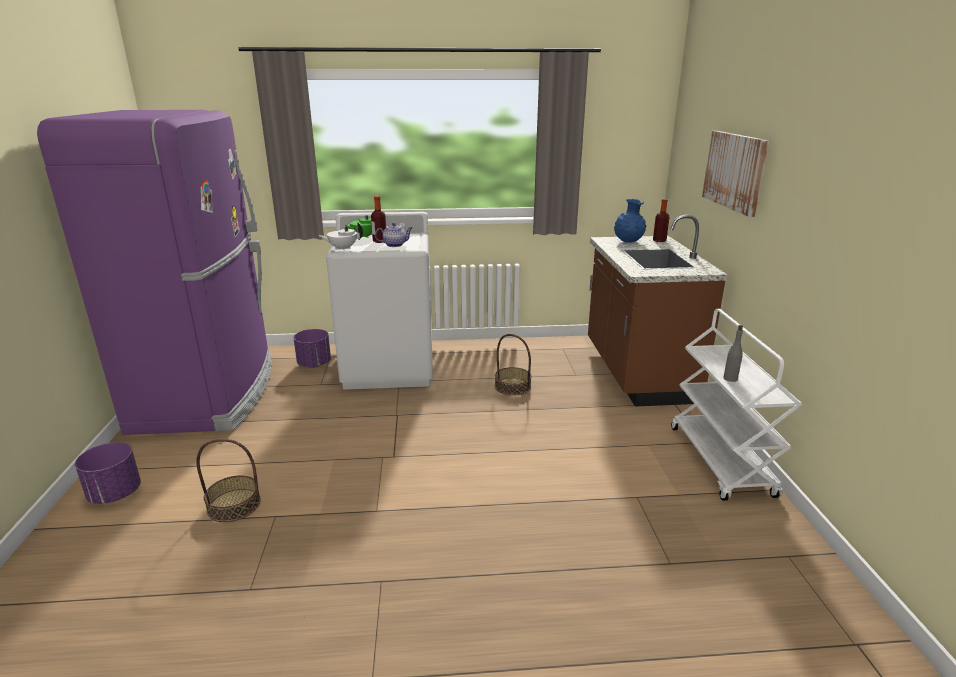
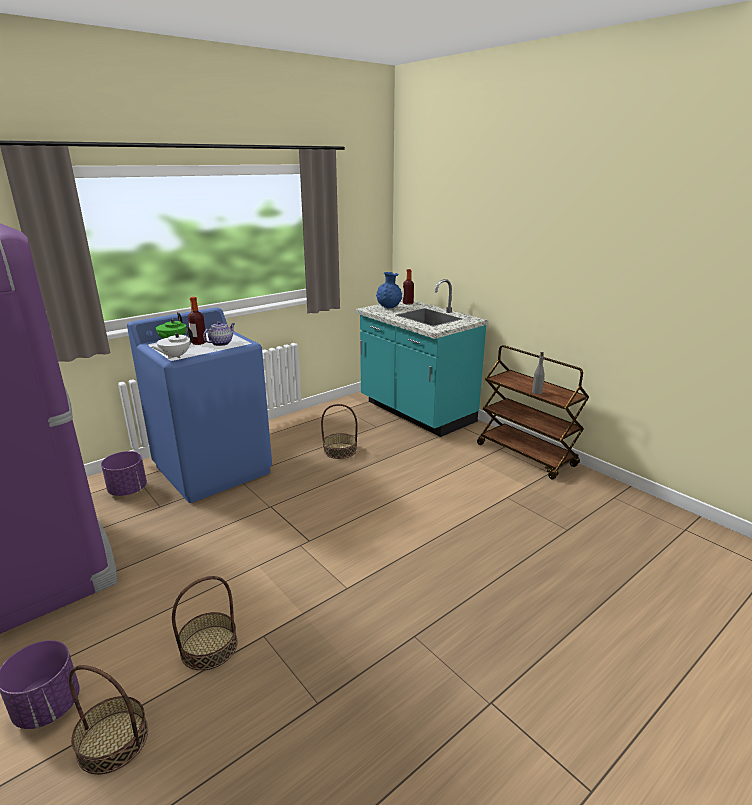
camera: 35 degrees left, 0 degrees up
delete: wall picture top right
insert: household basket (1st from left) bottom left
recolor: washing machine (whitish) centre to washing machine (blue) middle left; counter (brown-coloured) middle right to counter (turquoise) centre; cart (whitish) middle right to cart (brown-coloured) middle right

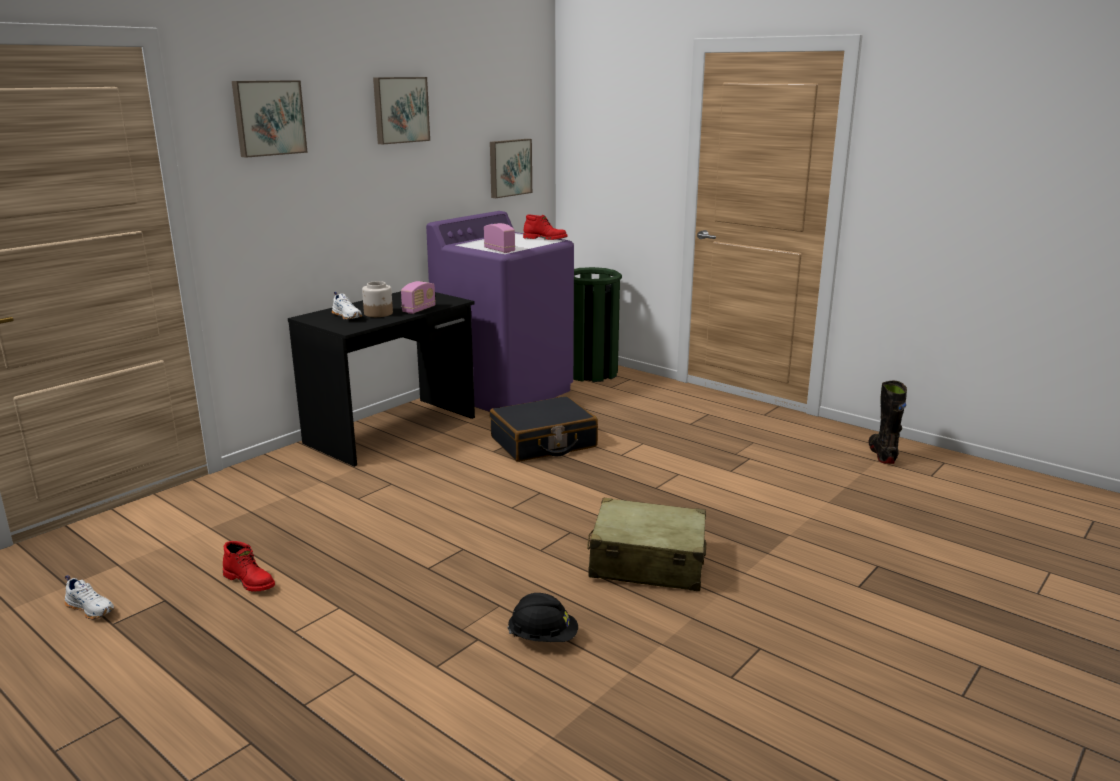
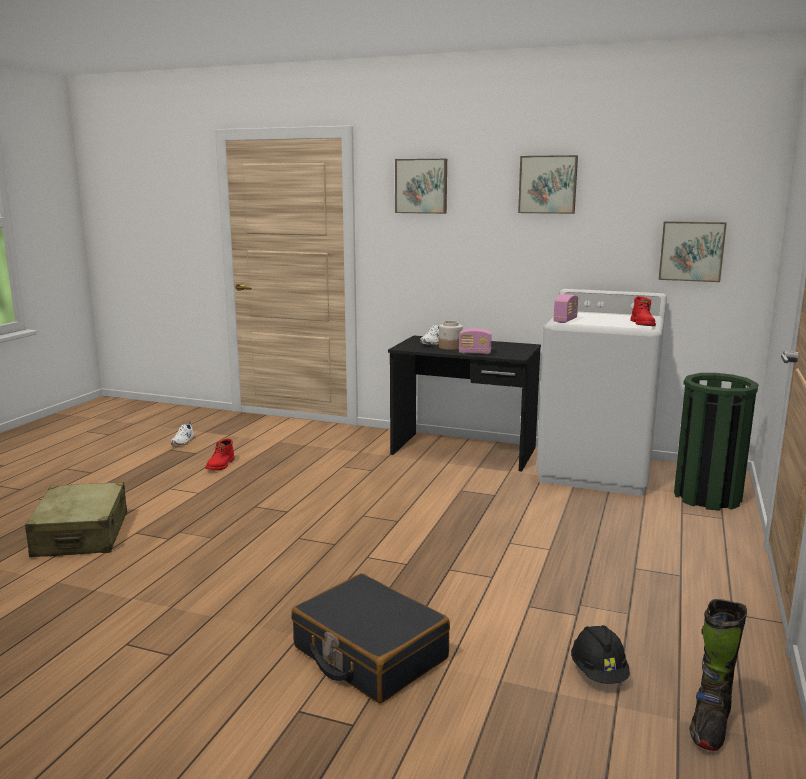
camera: 70 degrees right, 5 degrees down
move: suitcase (black-coloured) centre to bottom centre; hard hat (black-coloured) bottom centre to bottom right; suitcase (sand-coloured) bottom centre to middle left
recolor: washing machine (purple-coloured) centre to washing machine (whitish) middle right
rotate: tall boot (black-coloured) middle right = bottom right 135 degrees clockwise

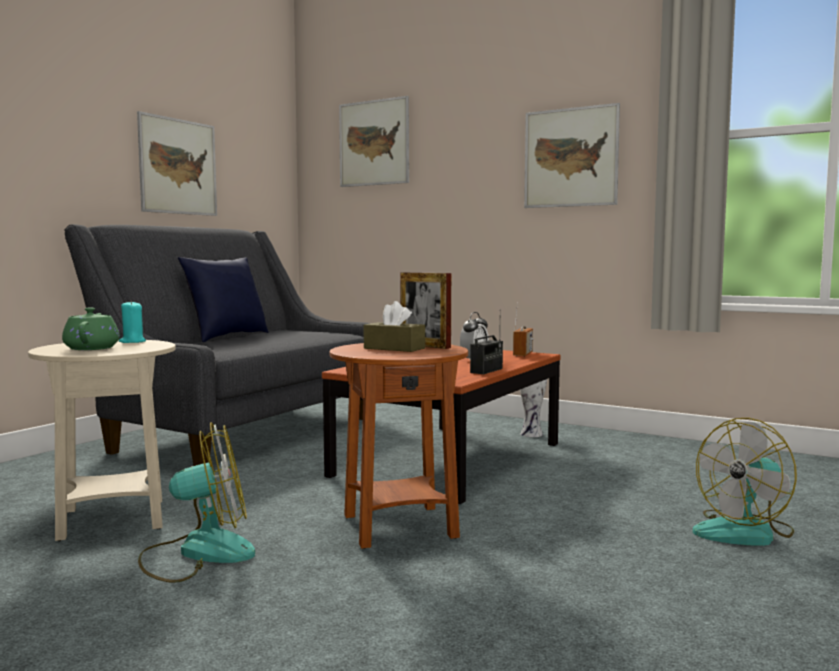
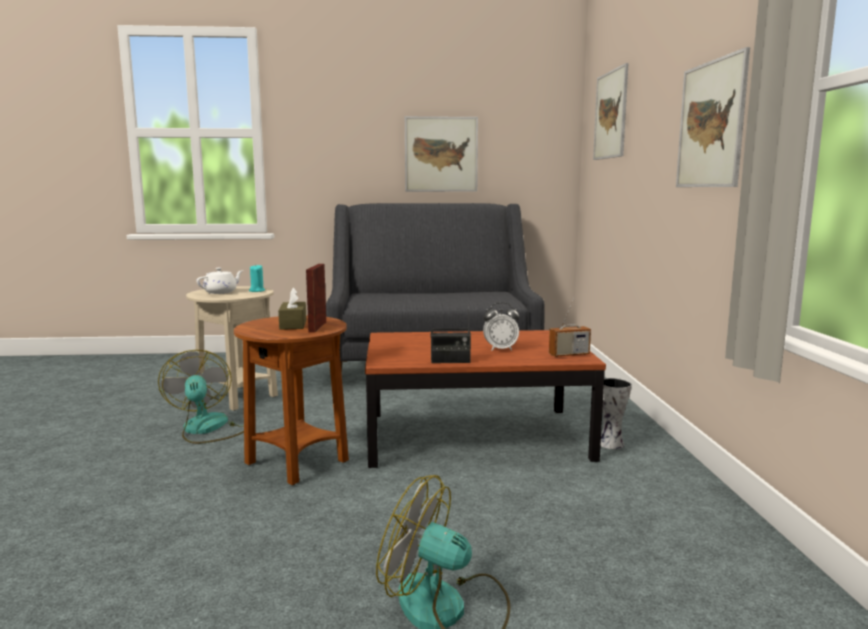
camera: 55 degrees right, 5 degrees up
delete: throw pillow (blue) middle left
recolor: tea pot (green-coloured) middle left to tea pot (whitish) middle left
rotate: cooling fan (1st from left) bottom left = middle left 150 degrees counterclockwise

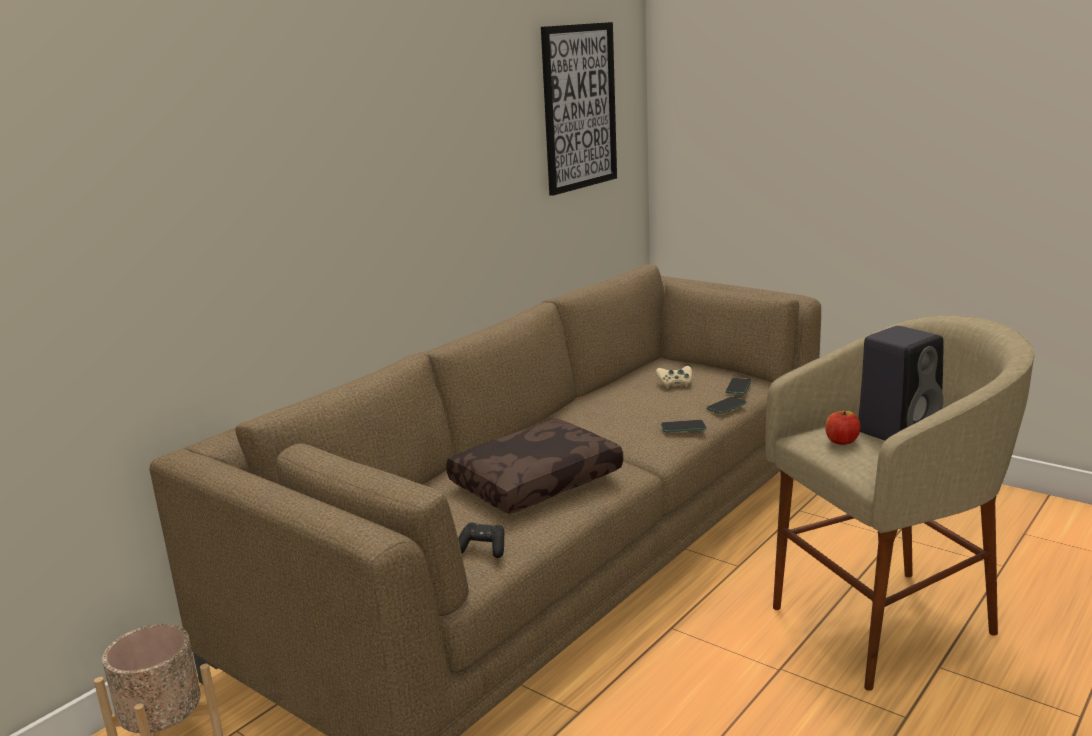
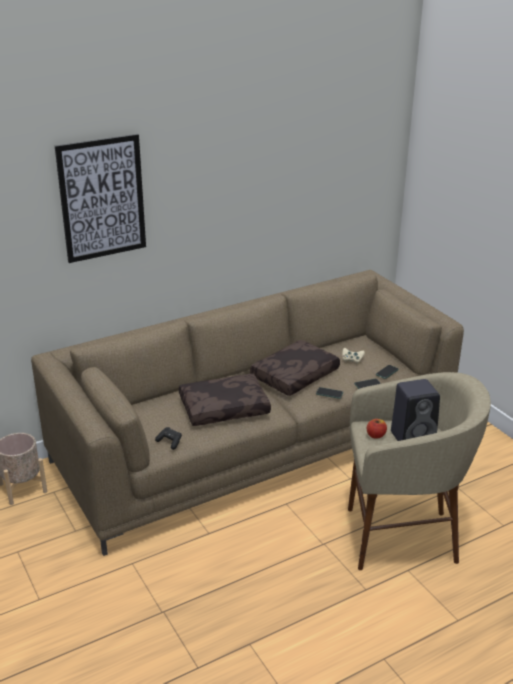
camera: 20 degrees right, 10 degrees up
insert: throw pillow (brown-coloured) (2nd from left) centre
move: wall picture top centre to top left

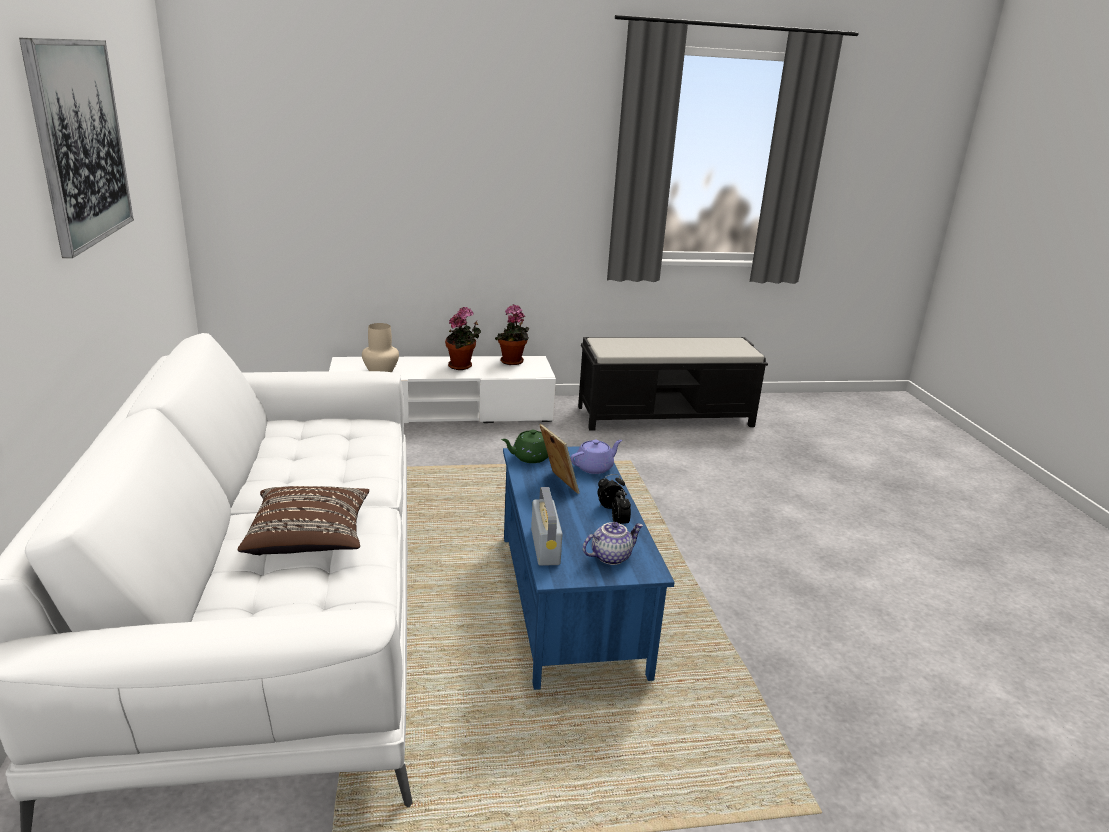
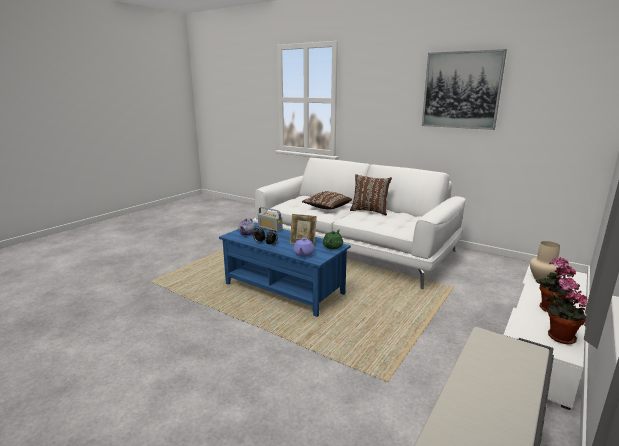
camera: 135 degrees right, 5 degrees down
insert: throw pillow (brown-coloured) (2nd from left) centre

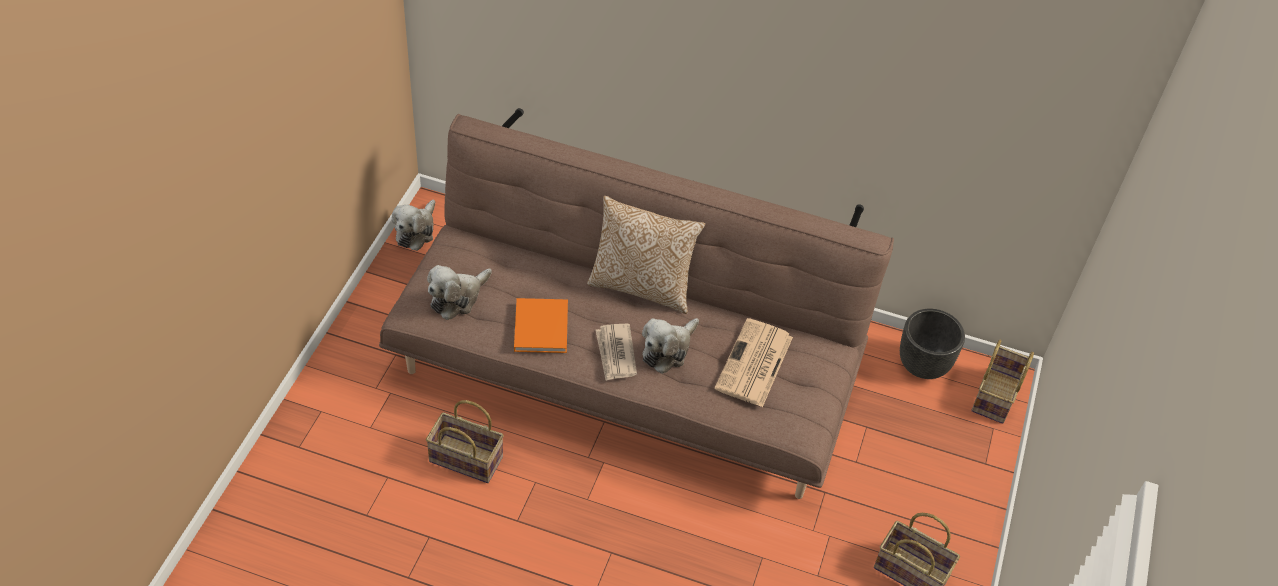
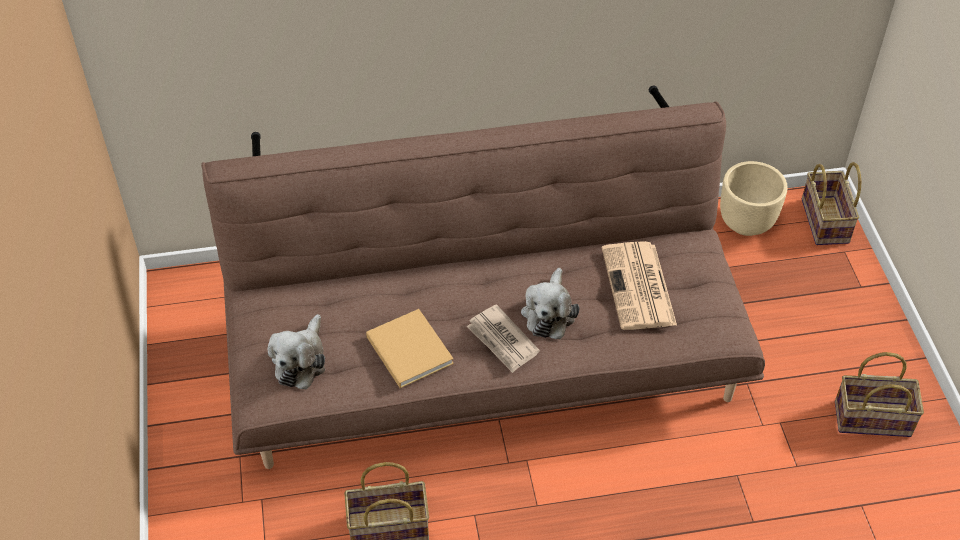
camera: 25 degrees left, 0 degrees up
delete: cuddly toy (1st from left) middle left; throw pillow centre
recolor: volume (orange-coloured) centre to volume (sand-coloured) centre; flower pot (black-coloured) middle right to flower pot (sand-coloured) middle right

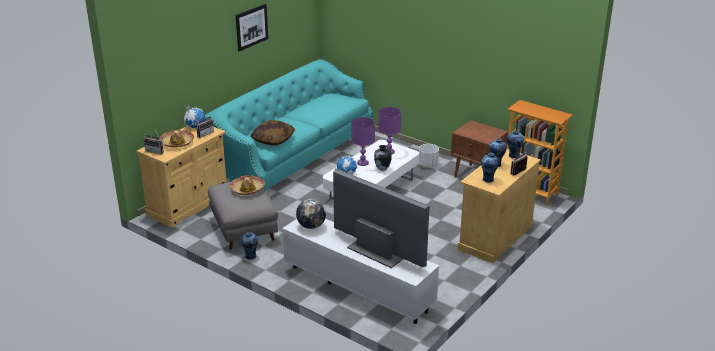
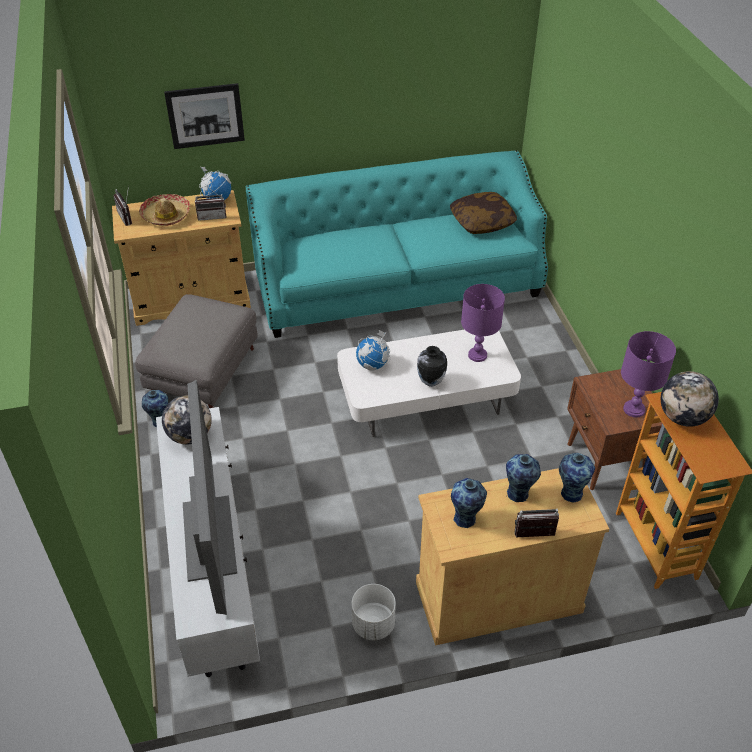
camera: 40 degrees right, 15 degrees up
delete: wearable hat (2nd from left) centre
insert: desk globe (4th from left) middle right
move: wall picture top centre to top left; throw pillow centre to top centre; lamp for a table (purple-coloured) (1st from left in the first image) centre to lamp for a table (purple-coloured) (2nd from left) middle right; flower pot (whitish) centre to bottom centre

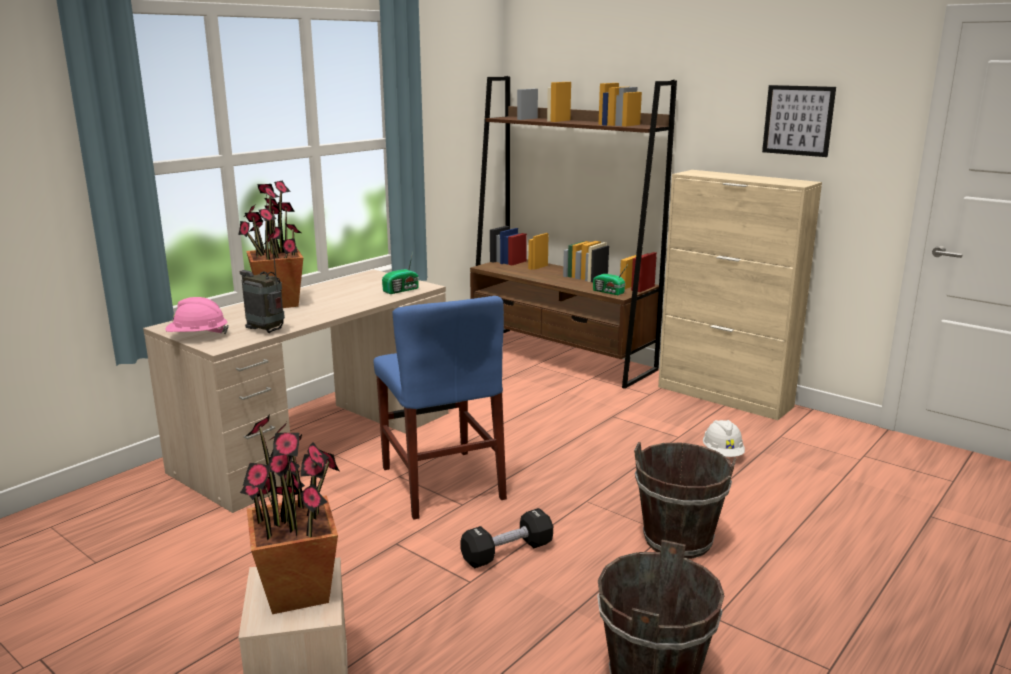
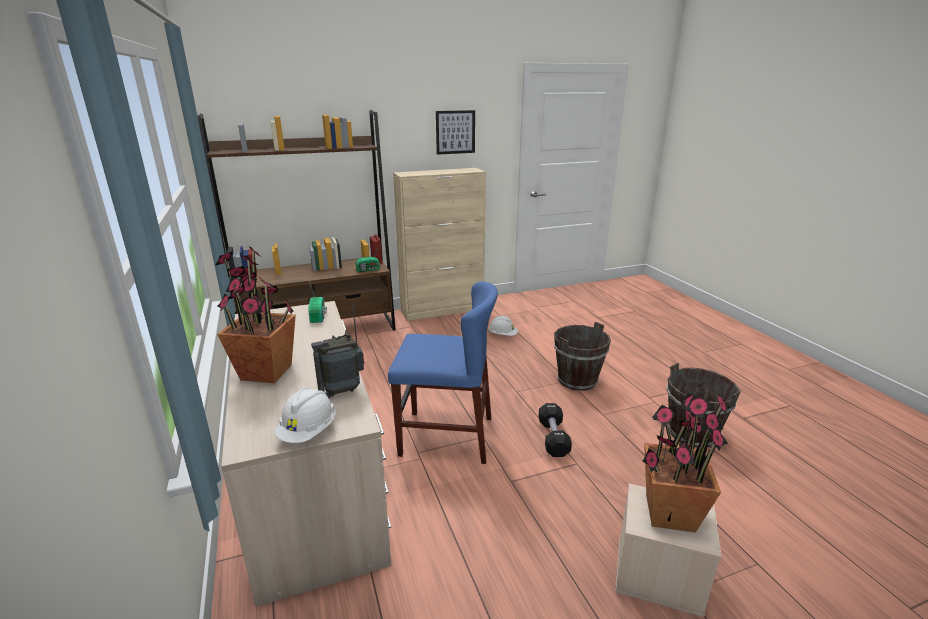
camera: 60 degrees left, 5 degrees up
recolor: hard hat (pink-coloured) middle left to hard hat (whitish) (1st from left) bottom left

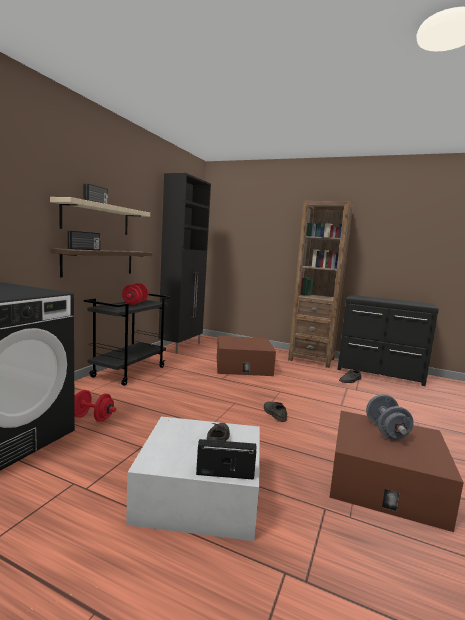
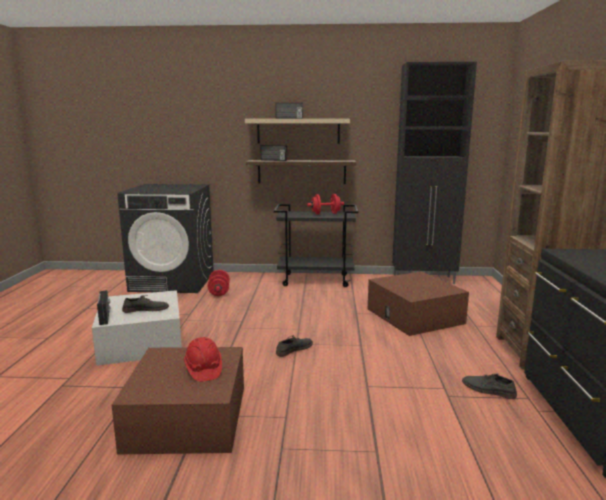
camera: 70 degrees right, 5 degrees up
replace: dumbbell (greyish) bottom right to hard hat (red-coloured) bottom centre

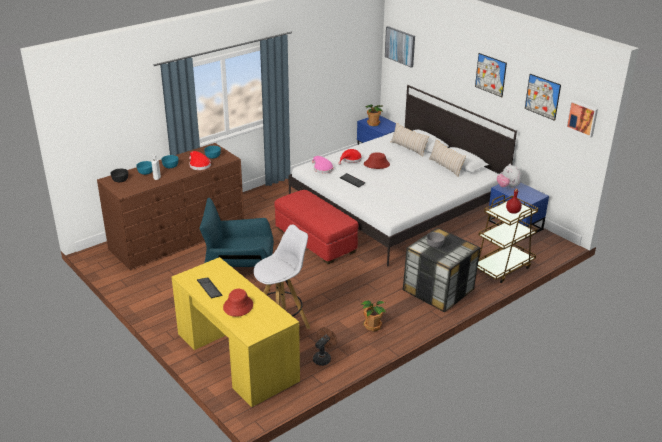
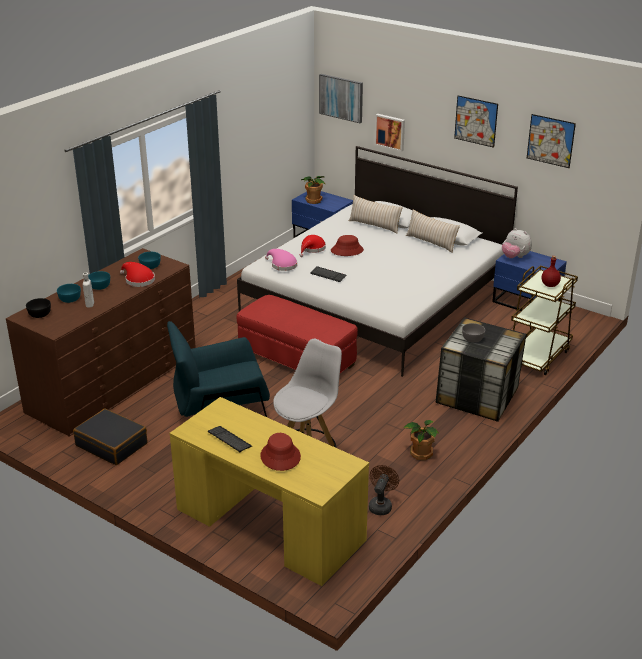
camera: 15 degrees left, 0 degrees up
insert: suitcase (black-coloured) middle left
move: wall picture (4th from left in the first image) top right to wall picture (2nd from left) top centre

